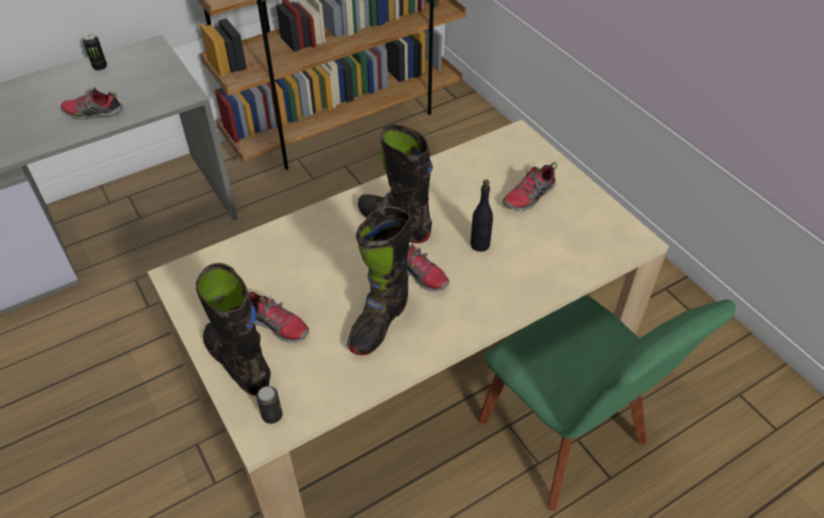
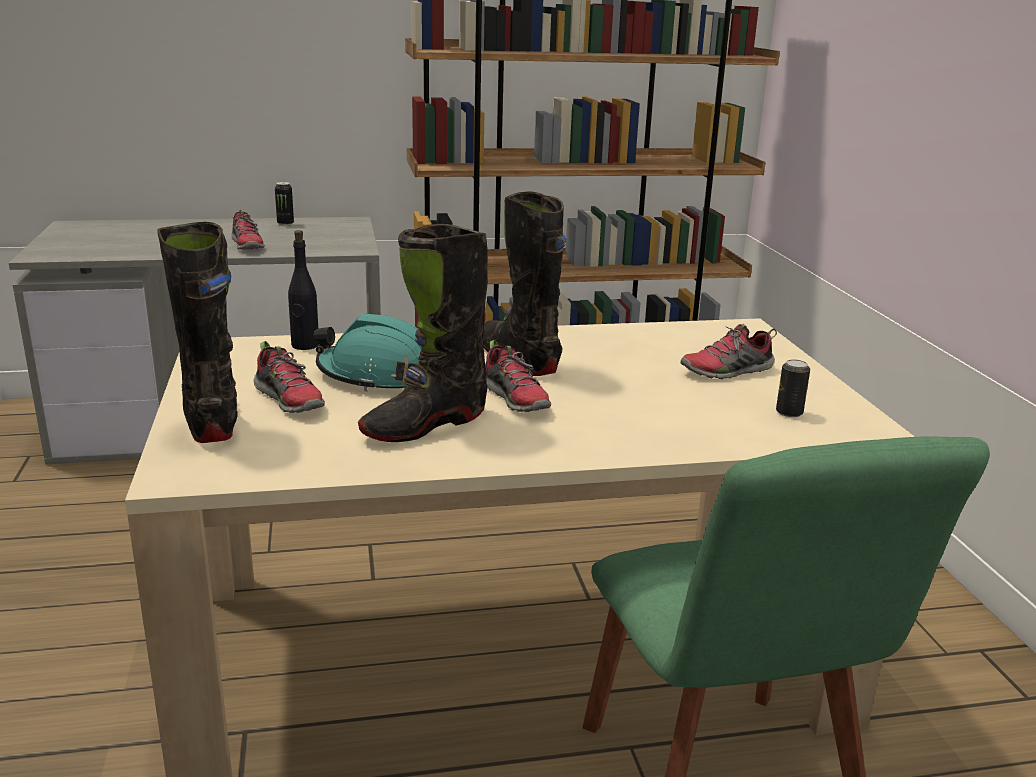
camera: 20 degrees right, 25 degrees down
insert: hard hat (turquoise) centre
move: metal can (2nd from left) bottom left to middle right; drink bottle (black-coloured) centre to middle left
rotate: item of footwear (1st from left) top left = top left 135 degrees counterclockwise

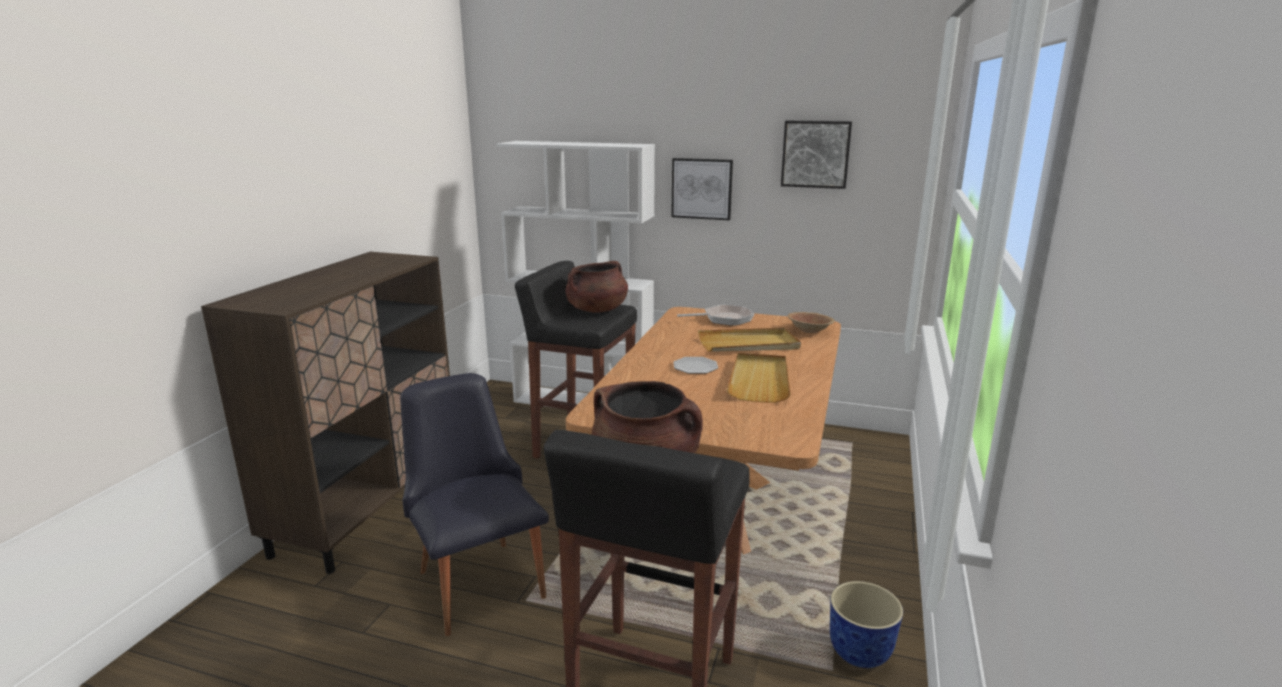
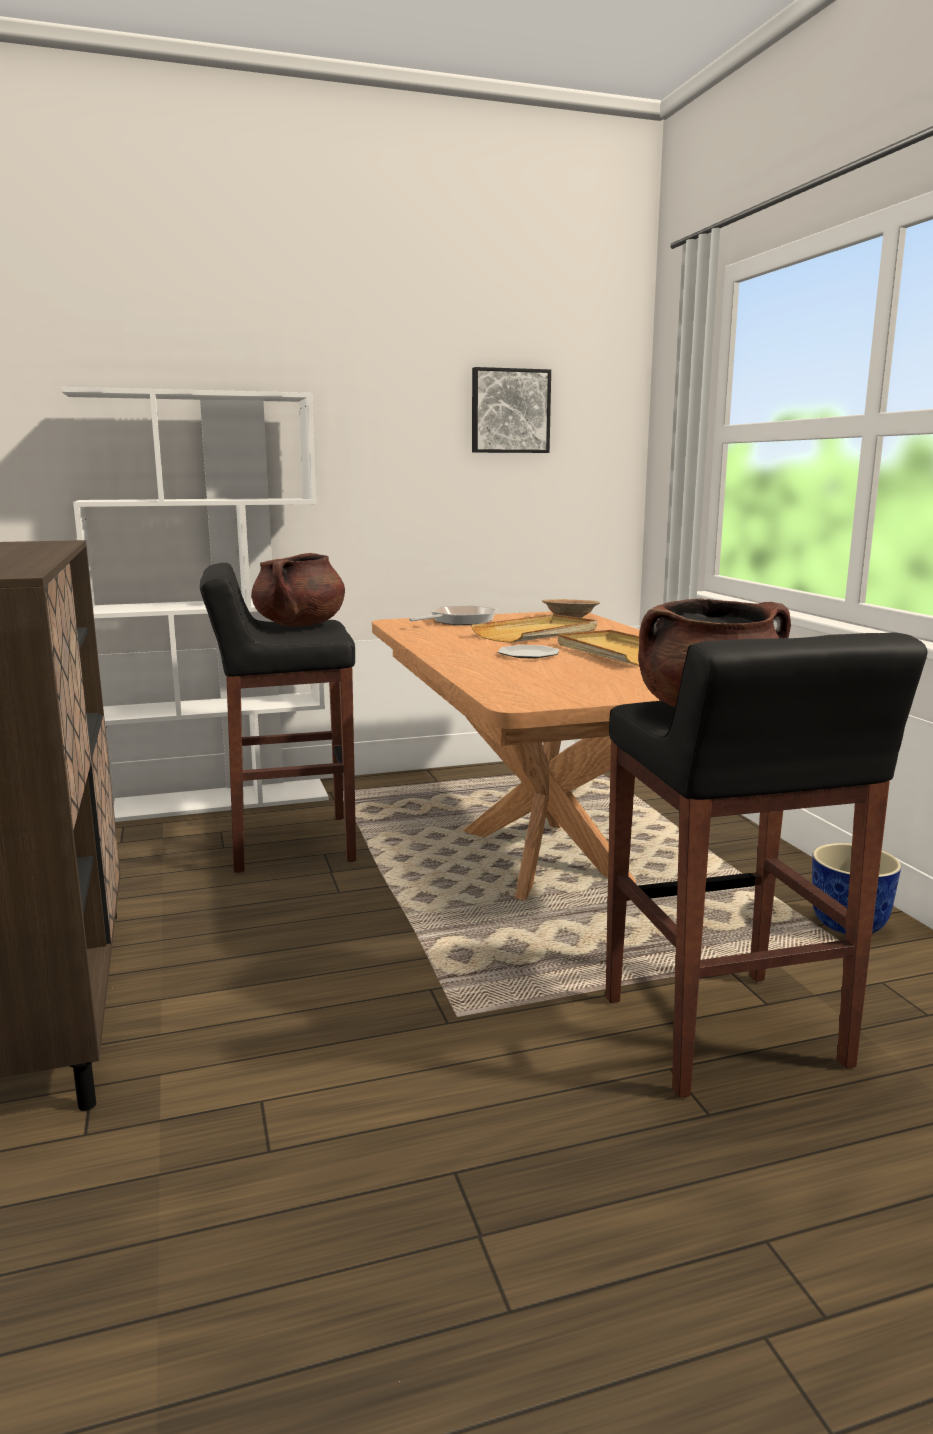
camera: 35 degrees left, 5 degrees down
delete: plain chair (black-coloured) bottom centre; wall picture (1st from left) top centre

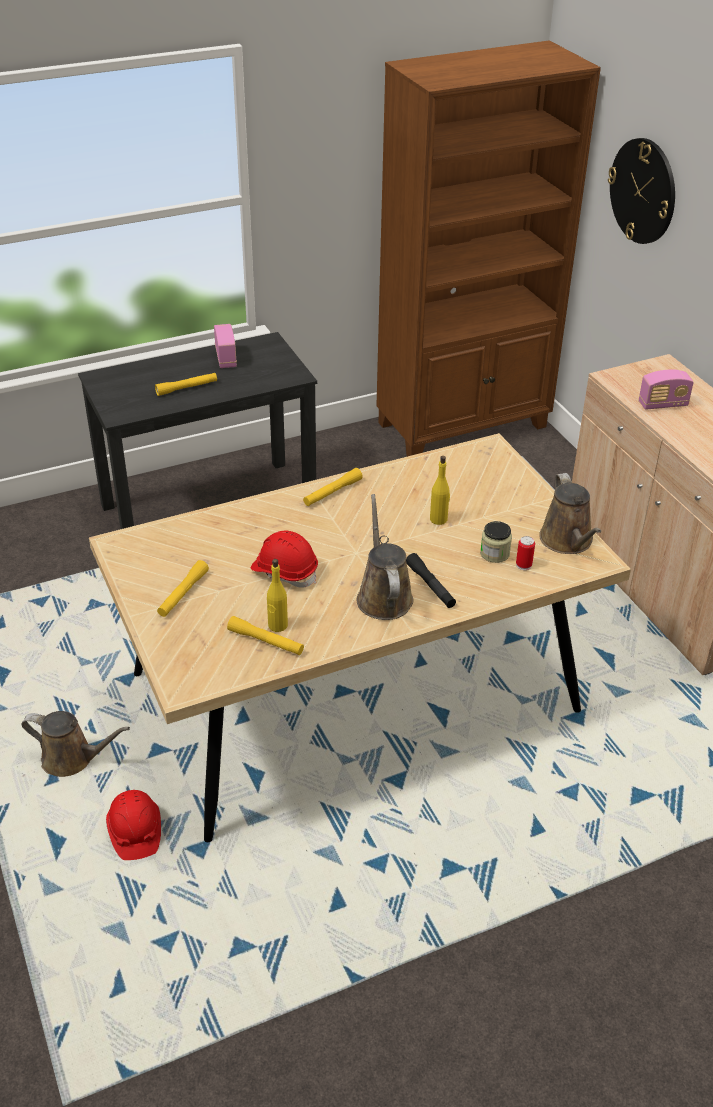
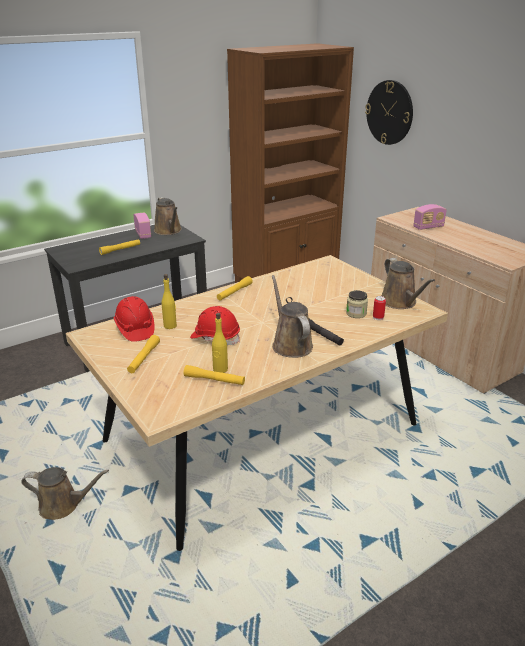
camera: 10 degrees left, 10 degrees down
insert: watering can (brown-coloured) (2nd from left) middle left
move: hard hat (red-coloured) (1st from left) bottom left to middle left; drink bottle (yellow-coloured) (2nd from left in the first image) centre to drink bottle (yellow-coloured) (1st from left) middle left

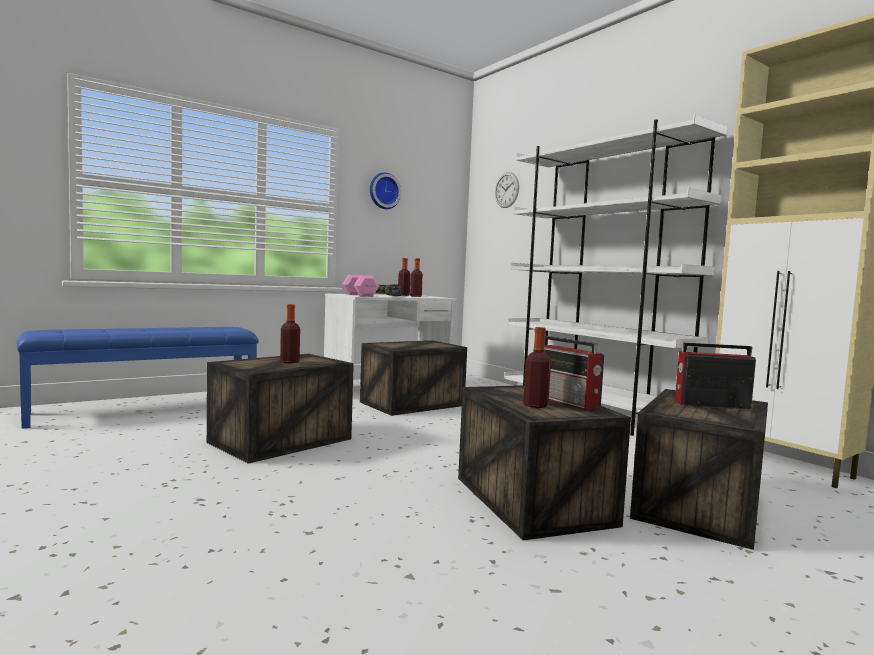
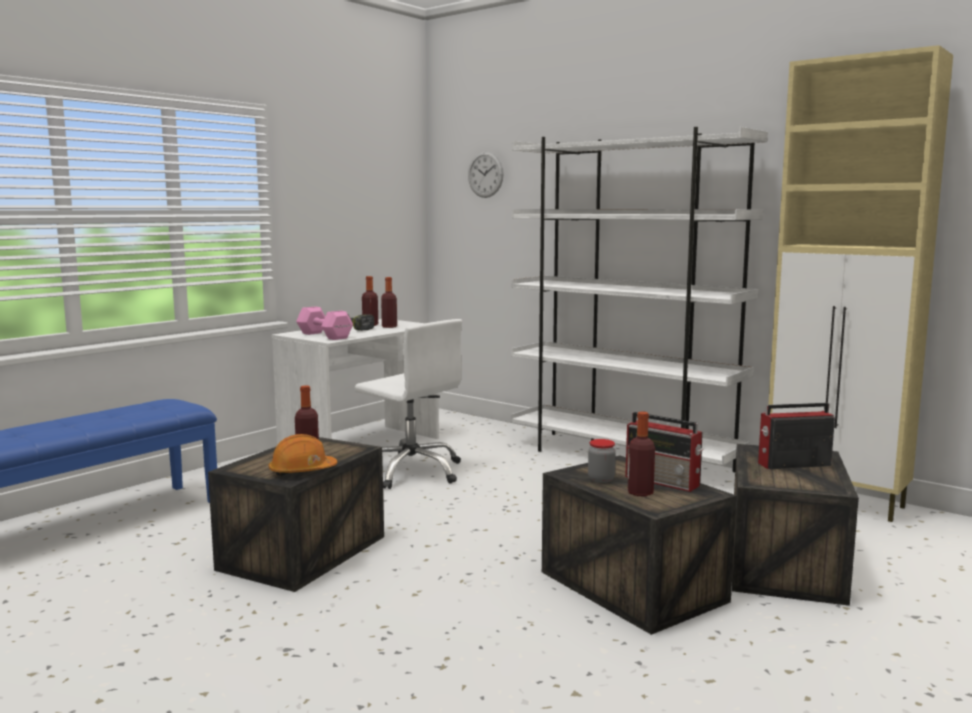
camera: 15 degrees left, 5 degrees up
delete: wall clock (1st from left) top centre
insert: hard hat (orange-coloured) middle left; storage jar centre
replace: packing crate (2nd from left) centre to computer chair (whitish) centre

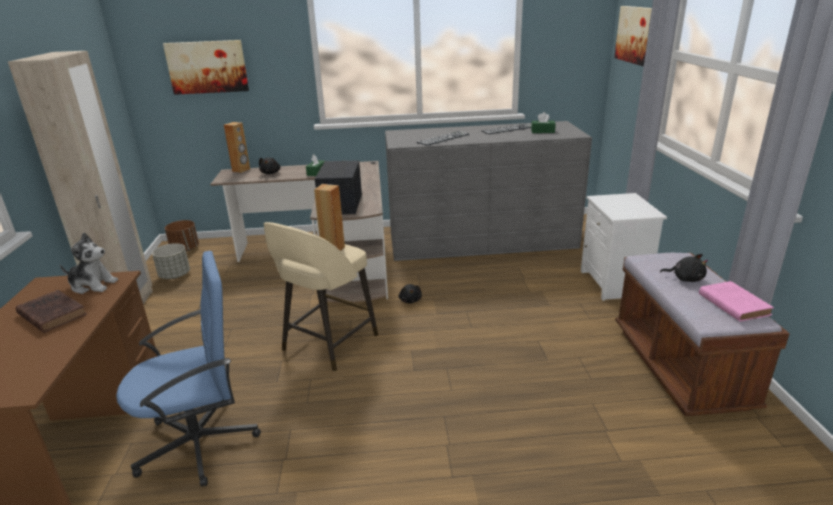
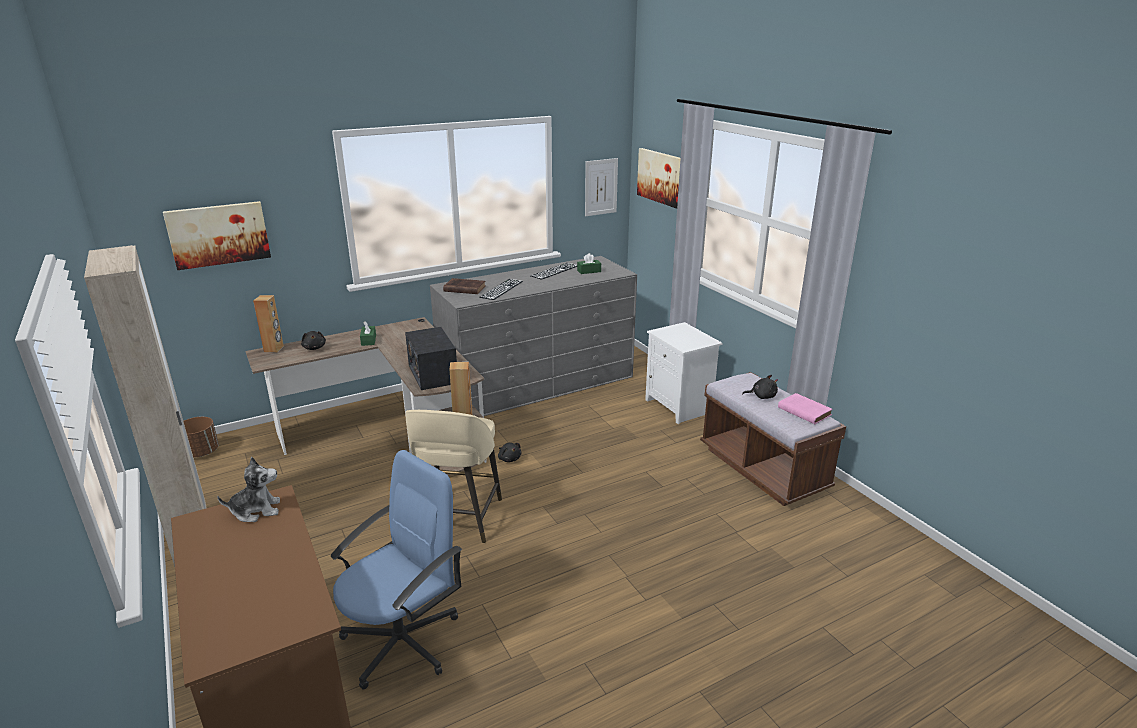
camera: 25 degrees left, 0 degrees up
delete: flower pot (greyish) middle left
insert: wall picture (2nd from left) top centre
move: volume (brown-coloured) middle left to centre

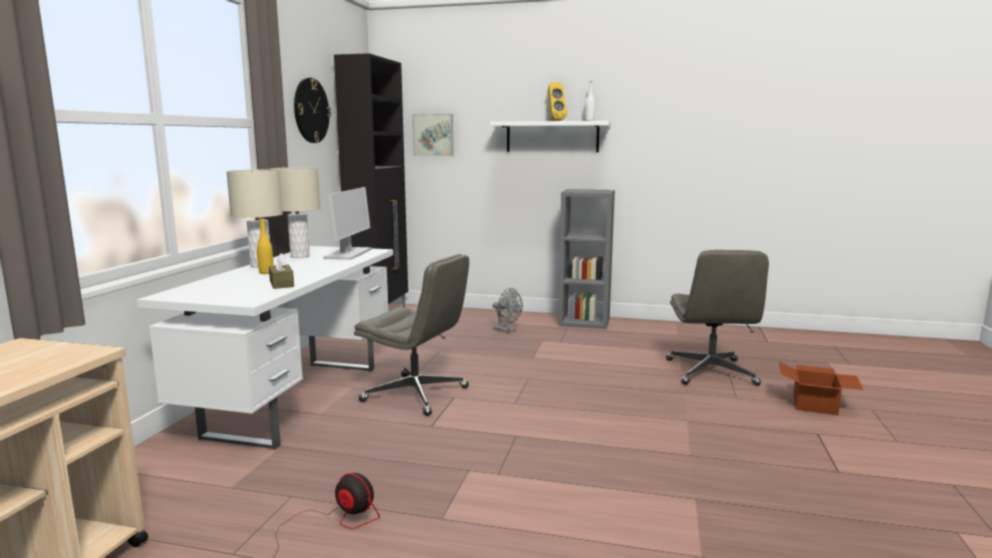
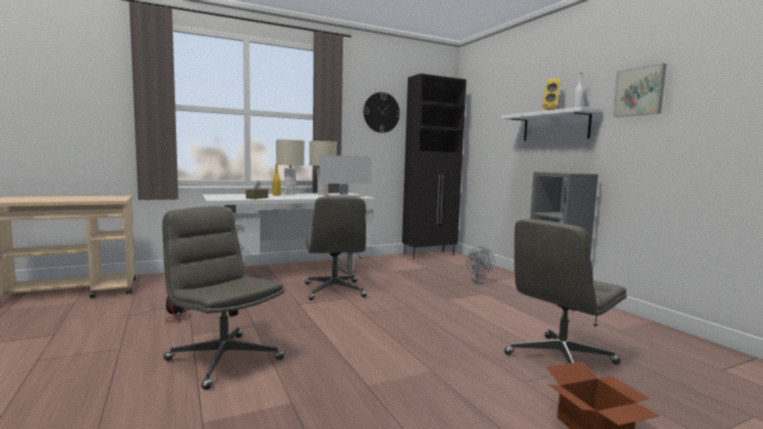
camera: 50 degrees right, 5 degrees down
insert: computer chair (greyish) (1st from left) bottom left
move: wall picture top centre to top right

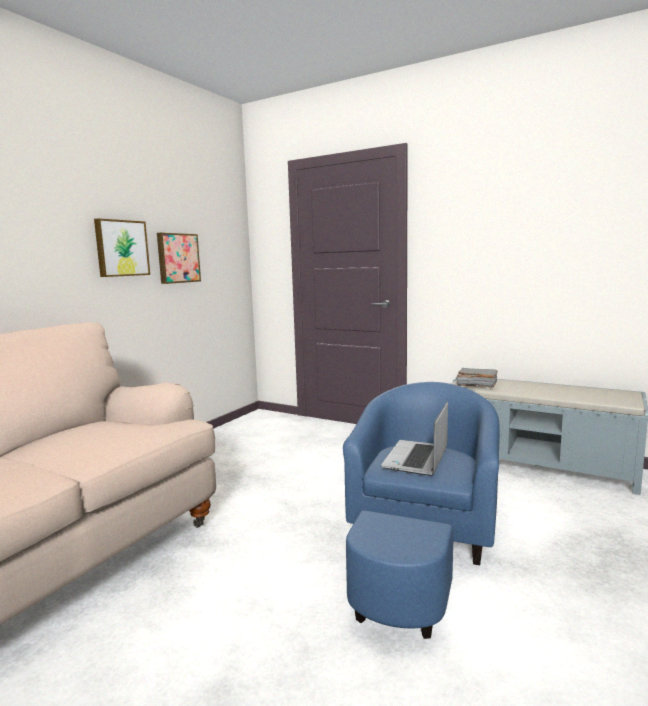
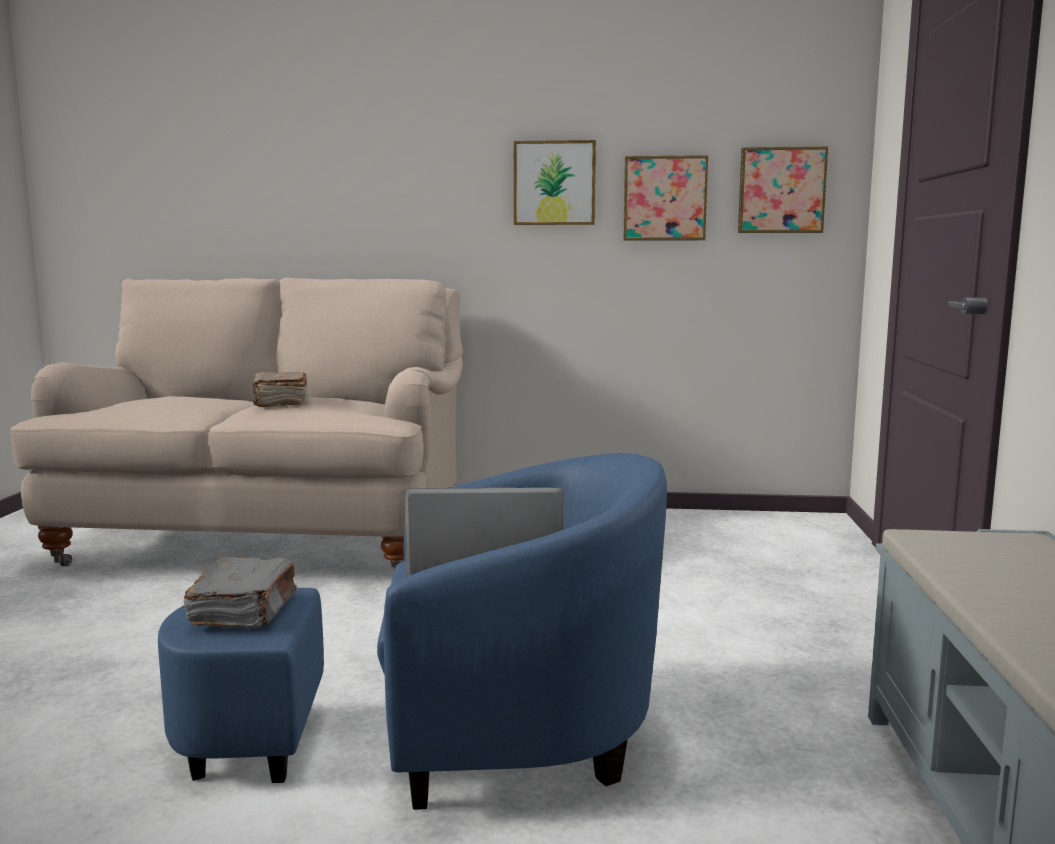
camera: 65 degrees right, 0 degrees up
insert: volume (brown-coloured) middle left; wall picture (3rd from left) top right
move: volume (greyish) middle right to bottom left

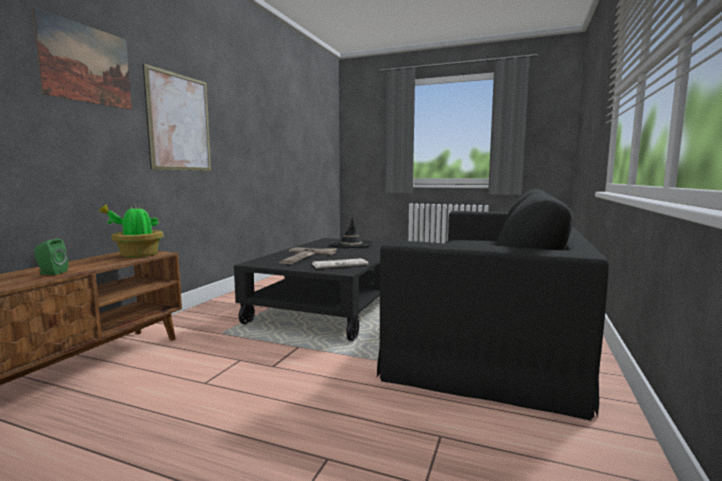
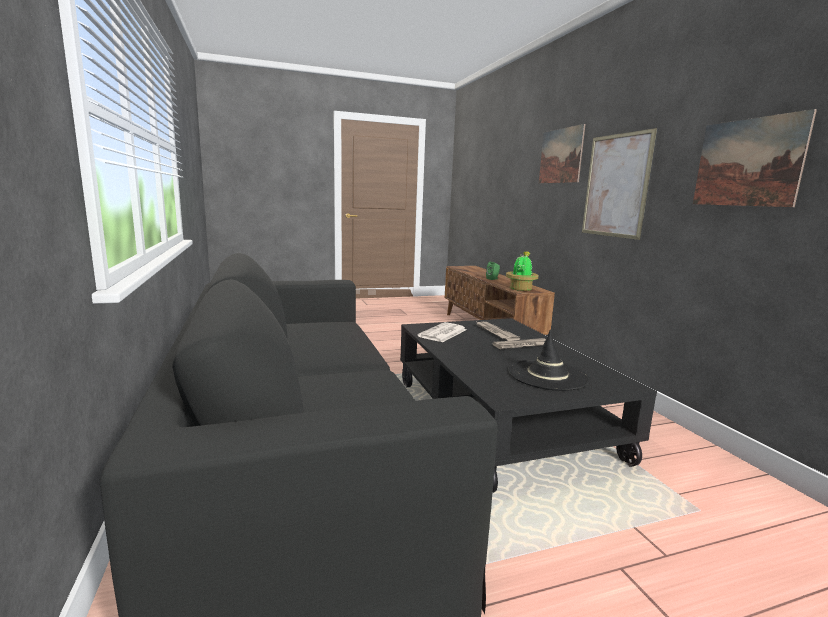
camera: 140 degrees right, 5 degrees up
insert: wall picture (3rd from left) top right

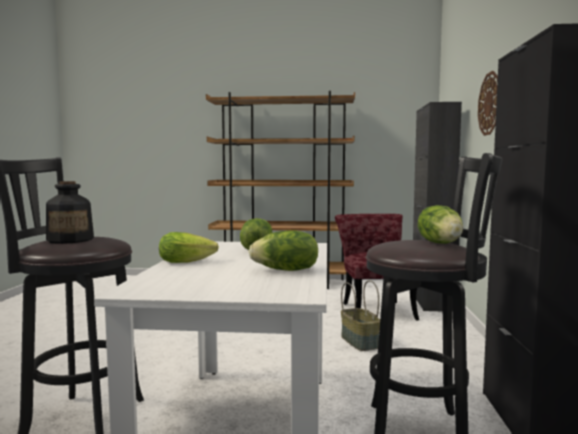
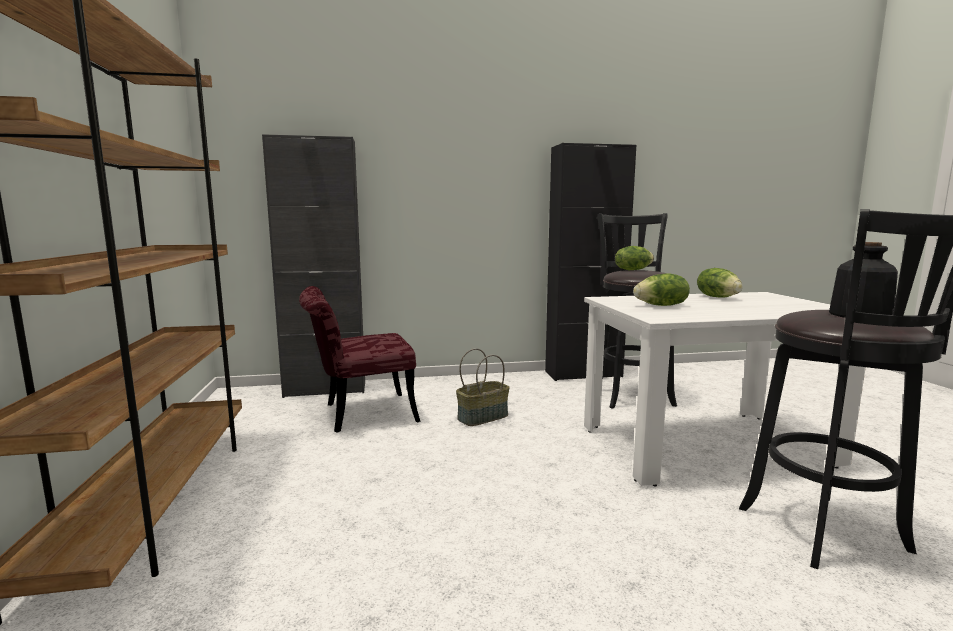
camera: 105 degrees left, 5 degrees up
delete: lettuce head (1st from left) middle left; wall clock top right

